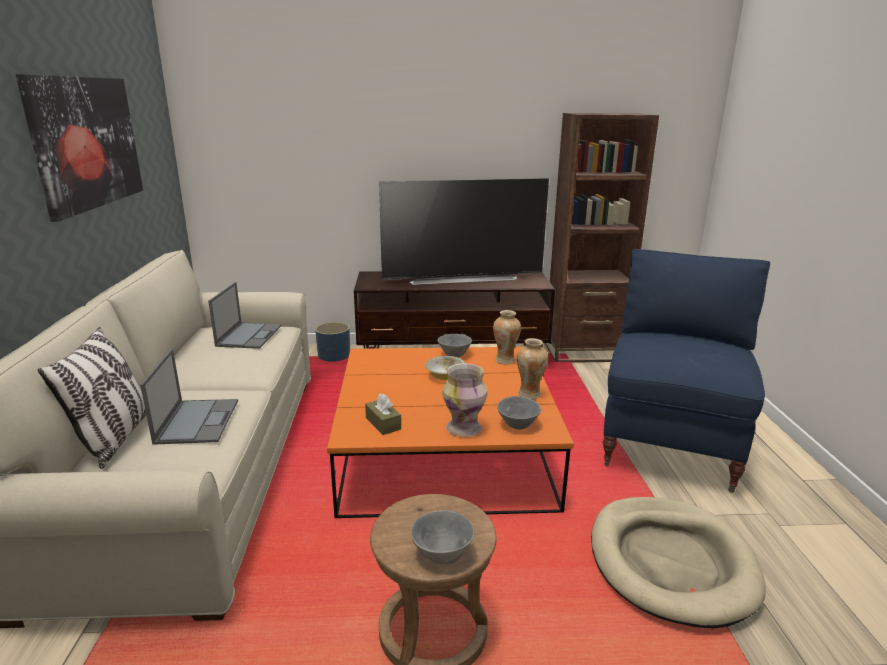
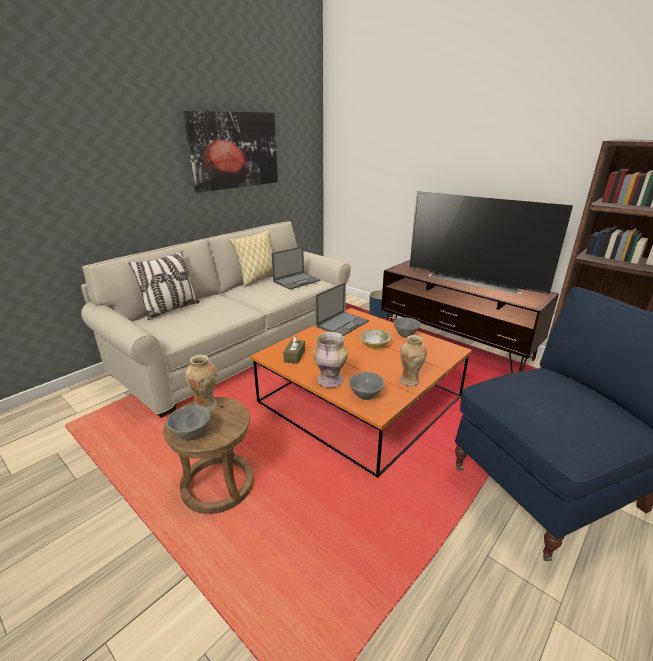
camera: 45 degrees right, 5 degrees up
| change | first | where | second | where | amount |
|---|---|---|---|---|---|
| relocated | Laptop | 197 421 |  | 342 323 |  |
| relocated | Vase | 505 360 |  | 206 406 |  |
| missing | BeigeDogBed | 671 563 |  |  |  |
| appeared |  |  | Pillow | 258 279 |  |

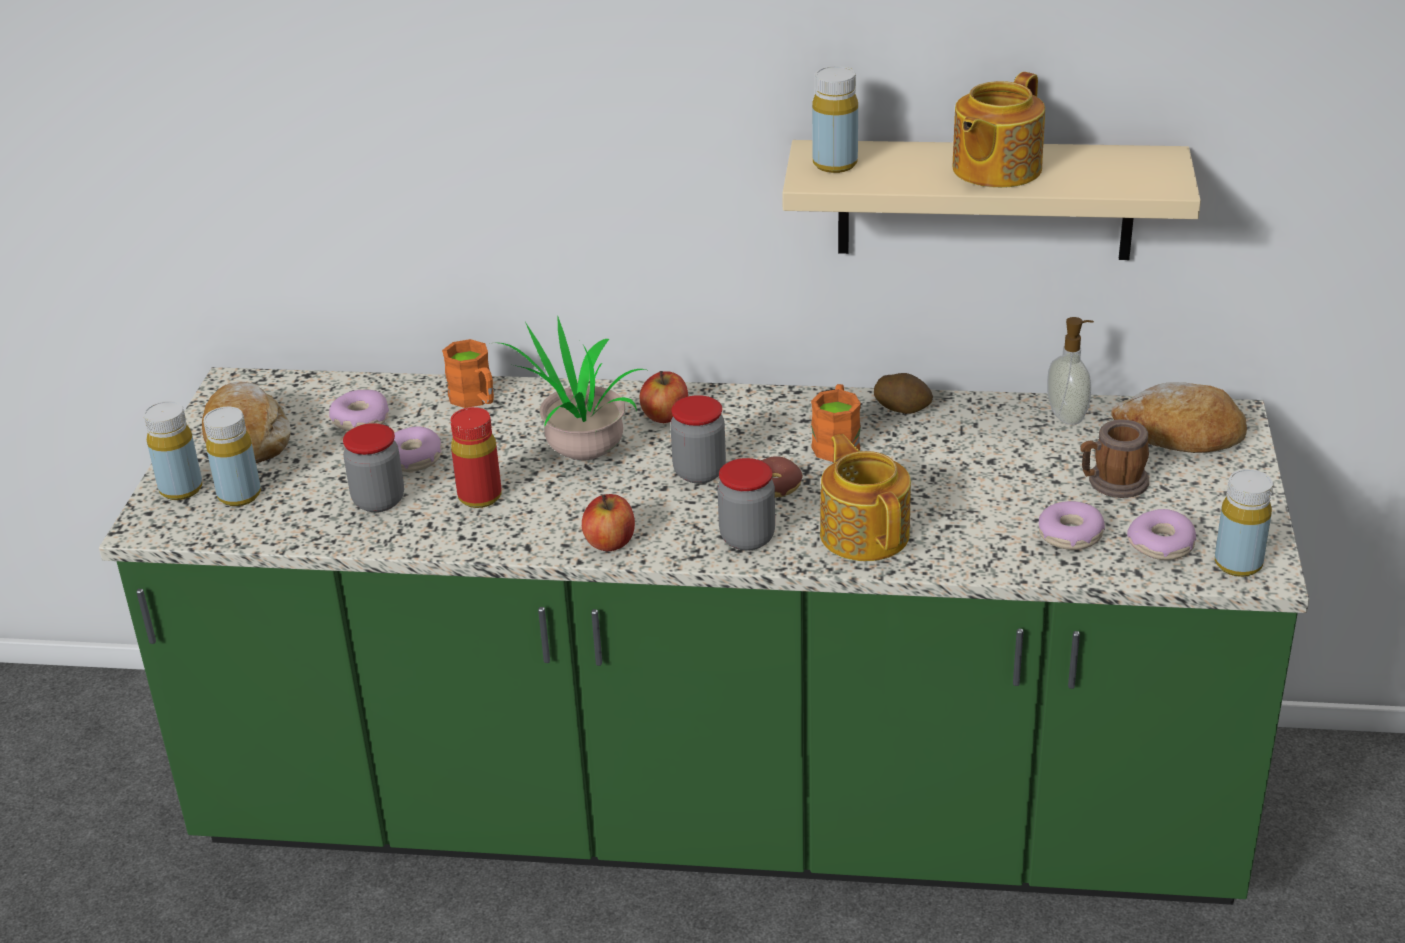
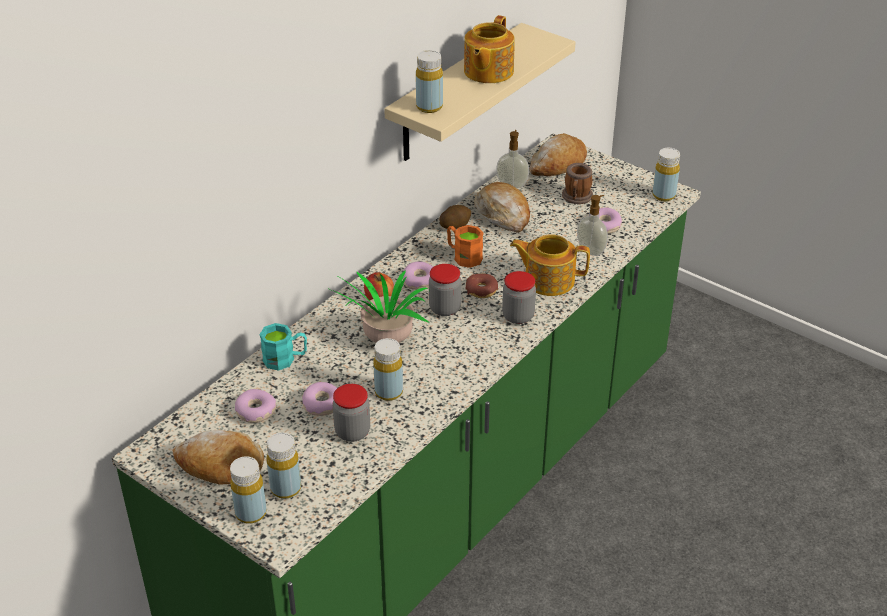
camera: 60 degrees left, 5 degrees up
| change | first | where | second | where | amount |
|---|---|---|---|---|---|
| colour | OrangeMug | 476 399 | TurquoiseMug | 285 359 |  |
| colour | RedBottle | 480 497 | YellowBottle | 389 392 |  |
| missing | Apple | 610 542 |  |  |  |
| spun | Teapot | 994 169 |  | 487 72 | 45 degrees clockwise |
| relocated | Donut | 1162 545 |  | 420 281 |  |
| appeared |  |  | Bread | 503 214 |  |
| appeared |  |  | SoapDispenser | 591 250 |  |

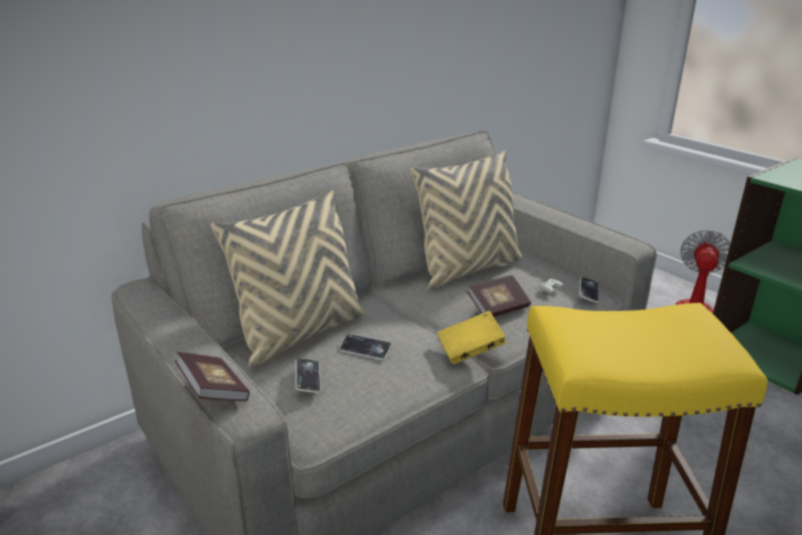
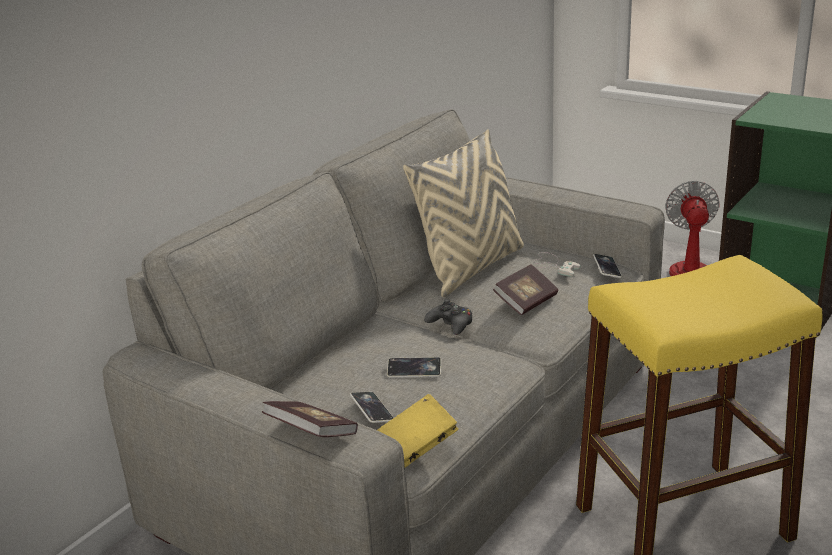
camera: 15 degrees left, 0 degrees up
| change | first | where | second | where | amount |
|---|---|---|---|---|---|
| missing | BeigePillow | 300 334 |  |  |  |
| relocated | YellowBook | 470 350 |  | 416 447 |  |
| appeared |  |  | BlackGameController | 451 324 |  |

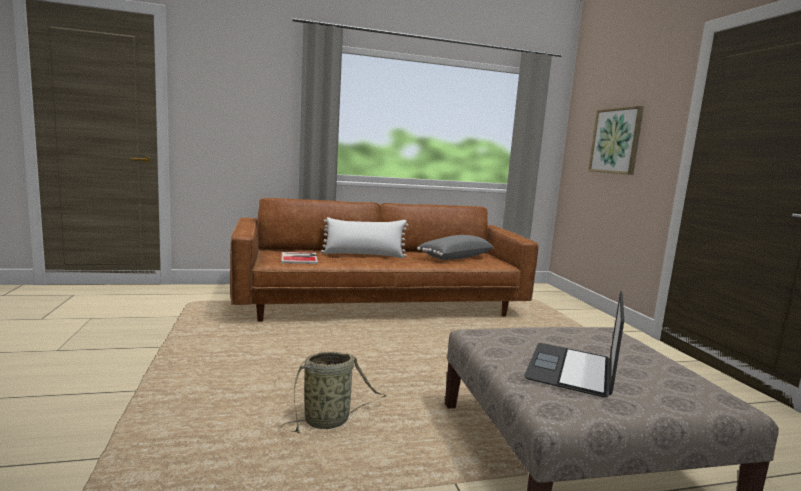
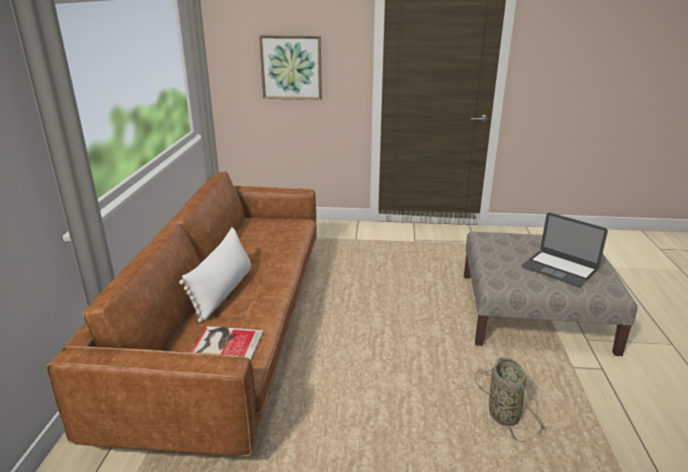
camera: 70 degrees left, 15 degrees up
| change | first | where | second | where | amount |
|---|---|---|---|---|---|
| missing | GreyPillow | 454 257 |  |  |  |

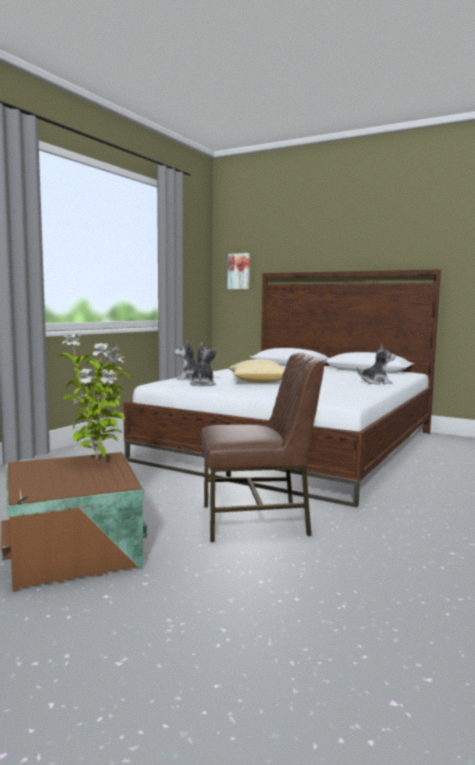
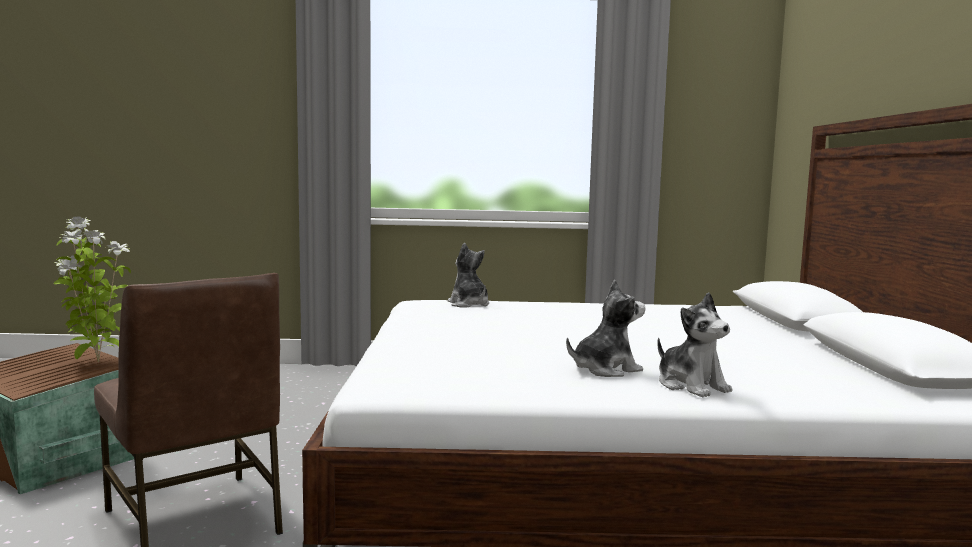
camera: 60 degrees right, 0 degrees up
| change | first | where | second | where | amount |
|---|---|---|---|---|---|
| relocated | PlushToy | 202 384 |  | 605 369 |  |
| missing | Picture | 239 271 |  |  |  |
| missing | Pillow | 257 382 |  |  |  |

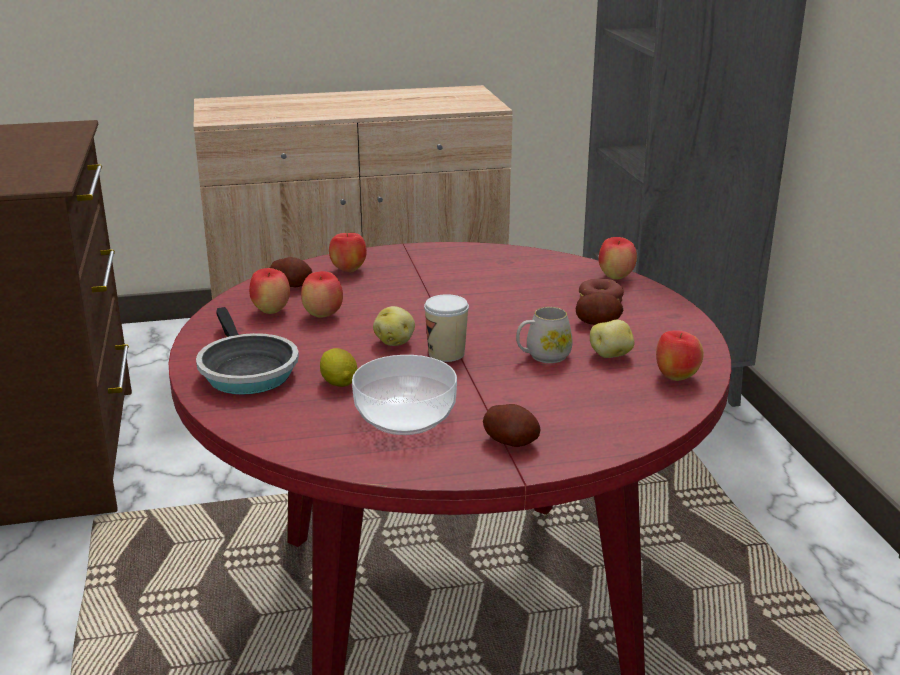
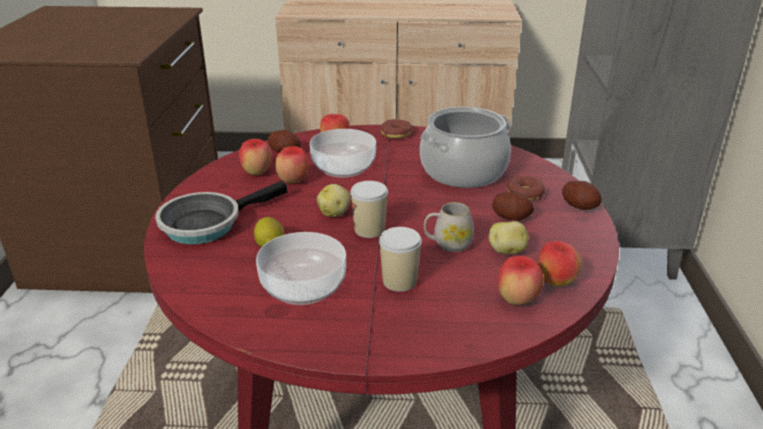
camera: 15 degrees right, 5 degrees up
| change | first | where | second | where | amount |
|---|---|---|---|---|---|
| spun | FryingPan | 245 371 |  | 207 224 | 60 degrees clockwise |
| relocated | Potato | 511 441 |  | 580 206 |  |
| relocated | Apple | 616 277 |  | 517 300 |  |
| appeared |  |  | Bowl | 342 167 |  |
| appeared |  |  | Cup | 399 281 |  |
| appeared |  |  | Donut | 396 134 |  |
| appeared |  |  | CookingPot | 463 172 |  |

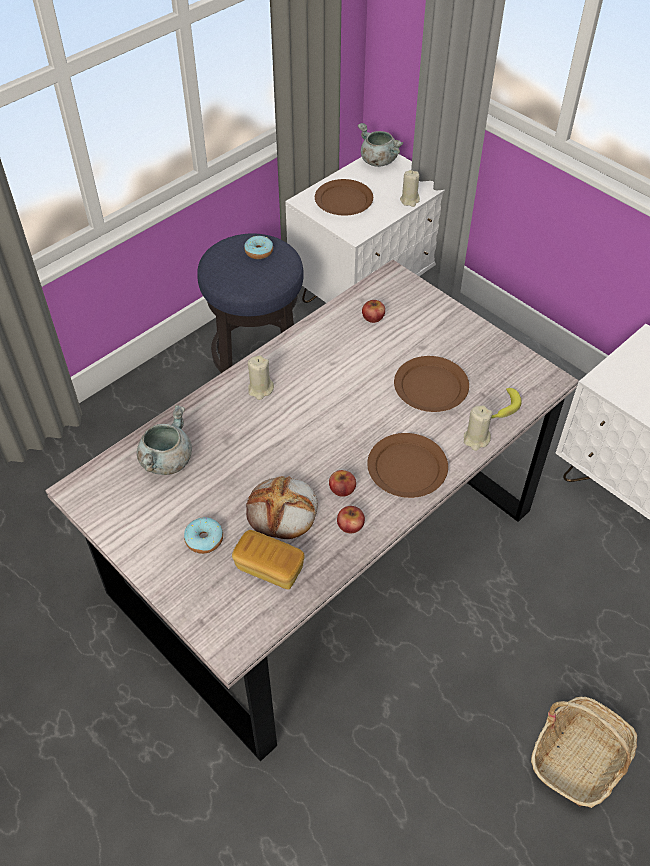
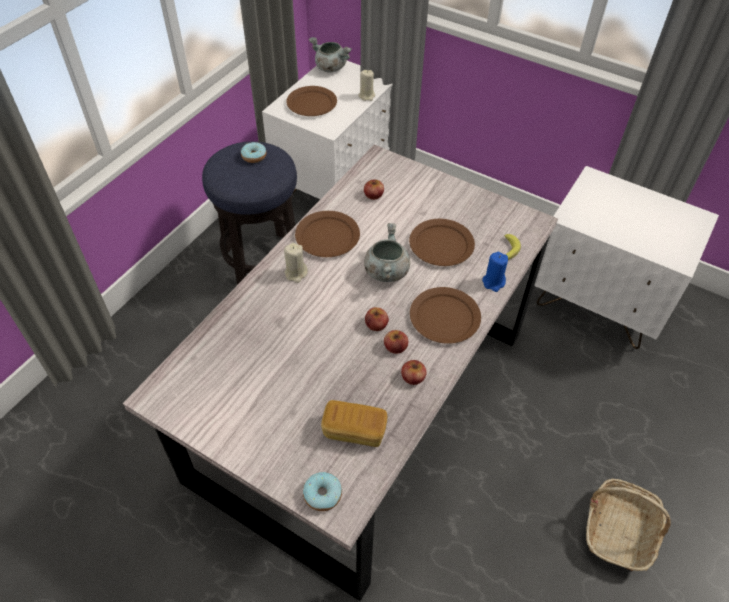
camera: 15 degrees left, 0 degrees up
| change | first | where | second | where | amount |
|---|---|---|---|---|---|
| relocated | GreyCookingPot | 166 460 |  | 386 271 |  |
| relocated | Donut | 204 539 |  | 322 494 |  |
| missing | Bread | 283 511 |  |  |  |
| colour | BeigeCandle | 476 439 | BlueCandle | 493 282 |  |
| appeared |  |  | BrownPlate | 327 236 |  |
| appeared |  |  | Apple | 376 324 |  |

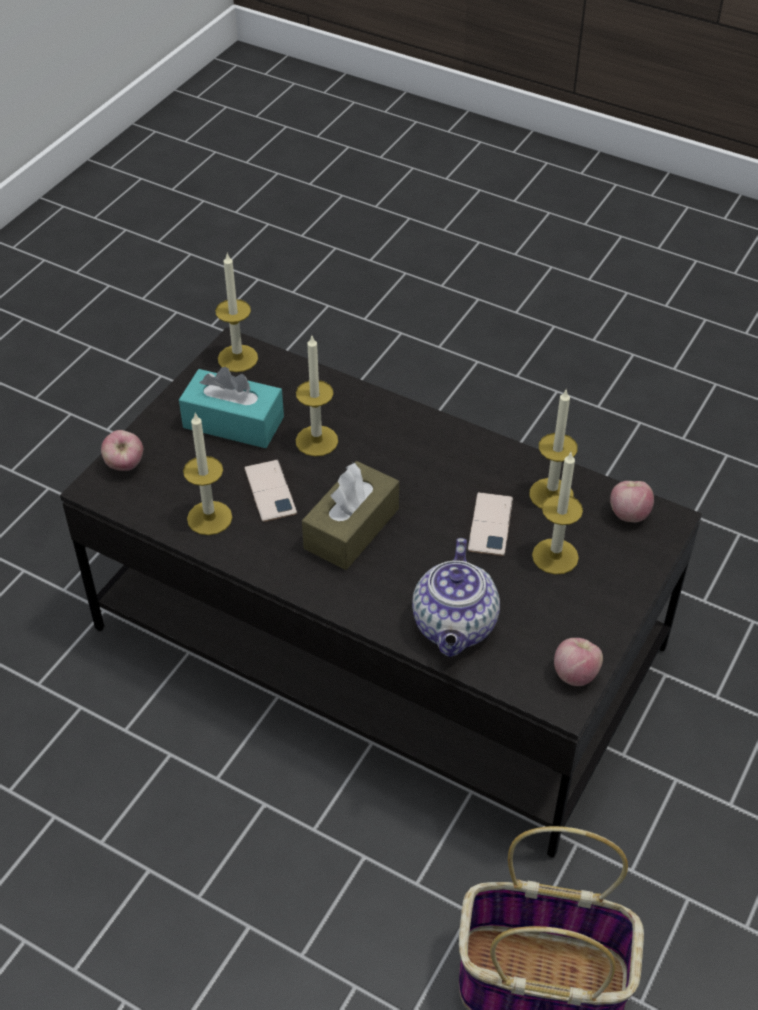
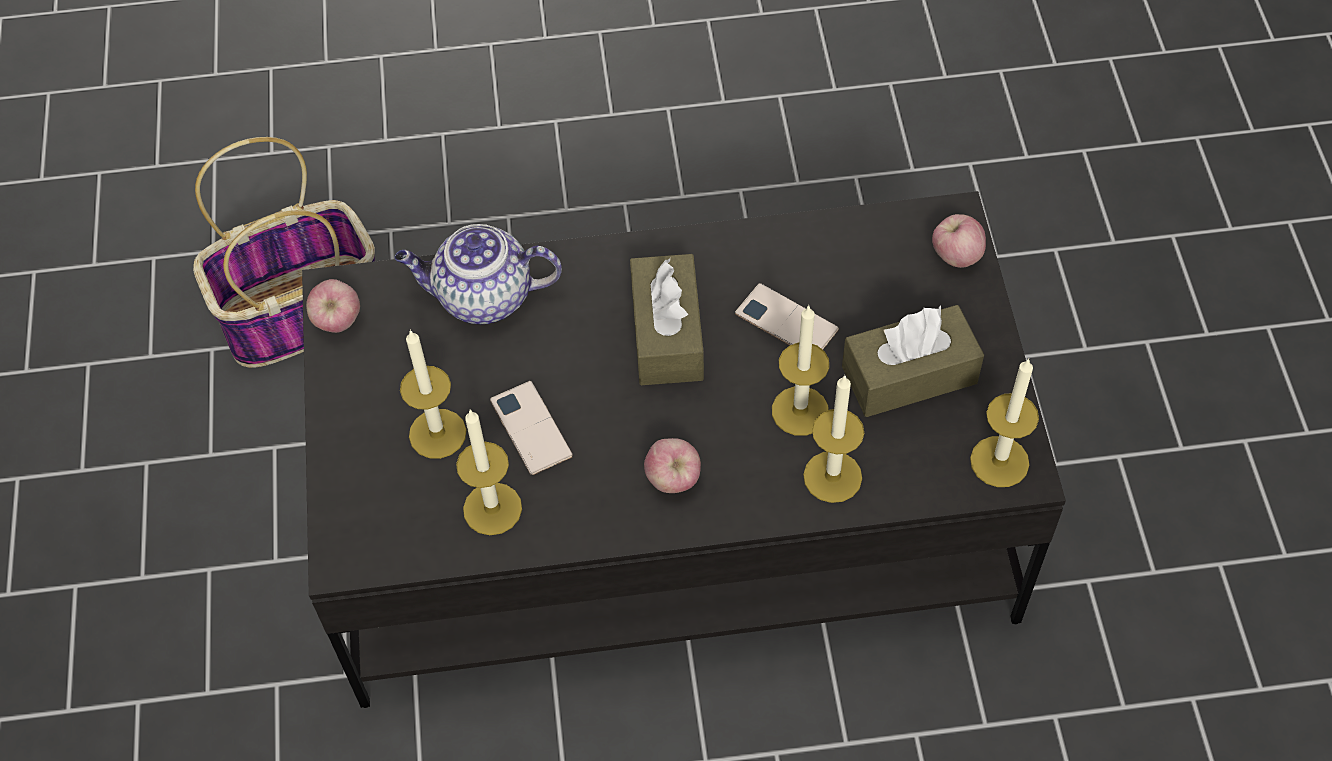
camera: 145 degrees right, 10 degrees up
| change | first | where | second | where | amount |
|---|---|---|---|---|---|
| colour | TurquoiseTissueBox | 233 422 | BrownTissueBox | 909 375 |  |
| relocated | Candle | 209 518 |  | 832 476 |  |
| spun | Teapot | 455 627 |  | 482 297 | 60 degrees counterclockwise |
| relocated | Apple | 629 514 |  | 673 479 |  |

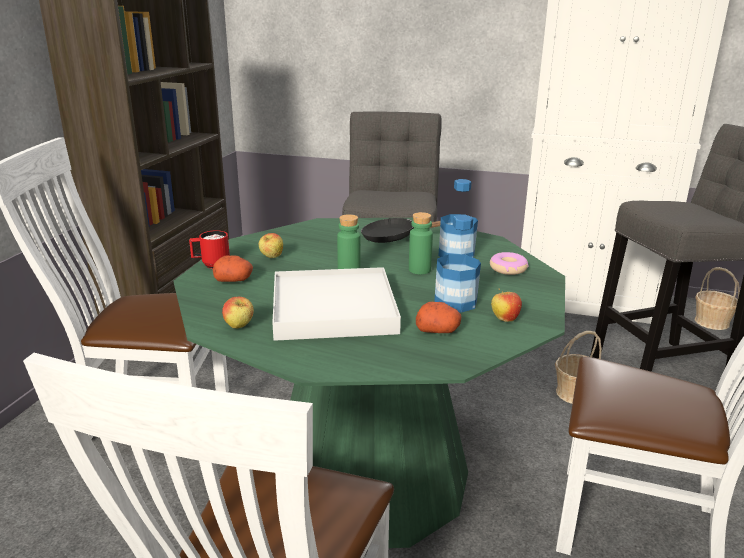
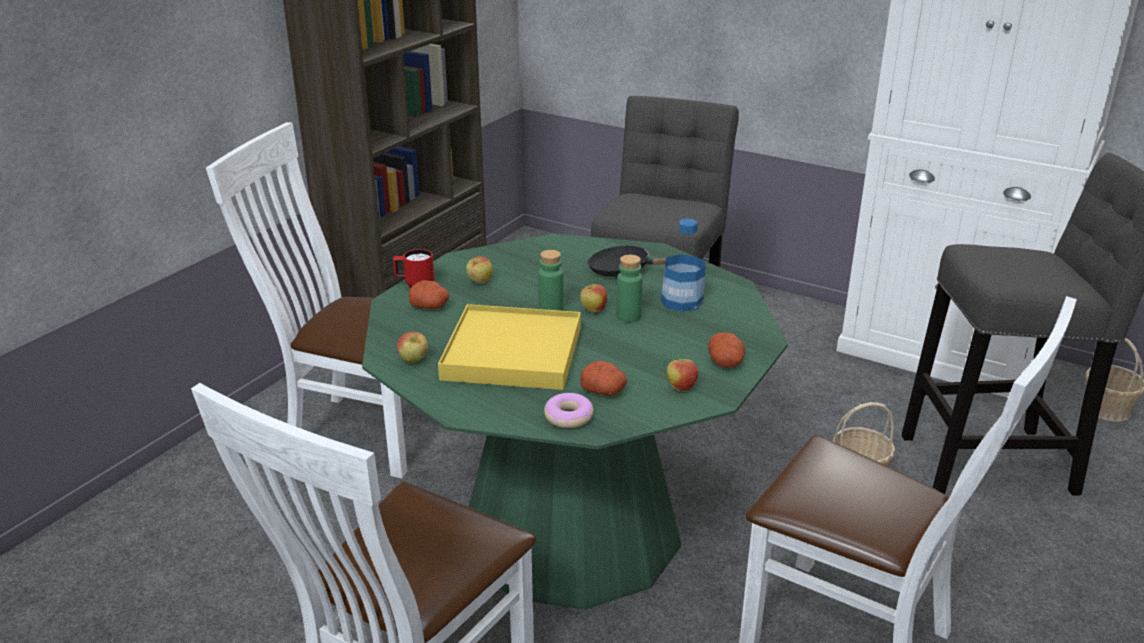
camera: 15 degrees right, 5 degrees up
| change | first | where | second | where | amount |
|---|---|---|---|---|---|
| colour | WhiteTray | 333 309 | YellowTray | 513 353 |  |
| missing | Bottle | 455 302 |  |  |  |
| relocated | Donut | 508 269 |  | 568 417 |  |
| appeared |  |  | Apple | 593 310 |  |
| appeared |  |  | Potato | 726 363 |  |

